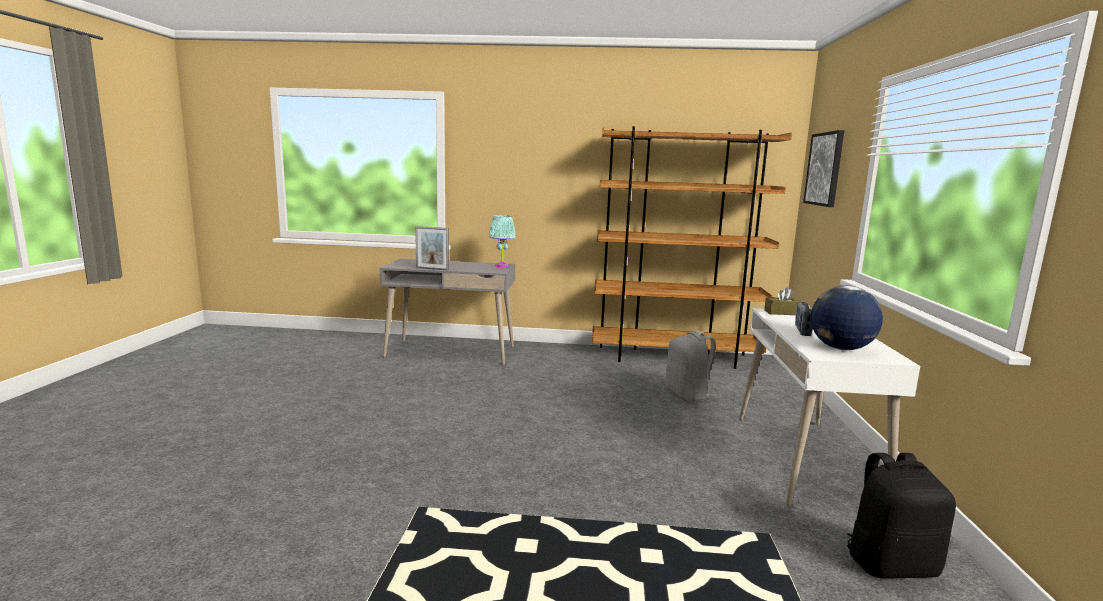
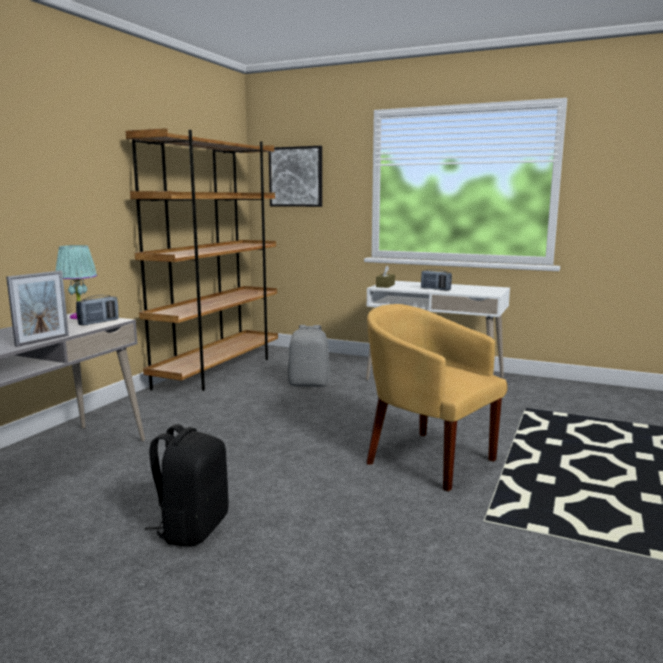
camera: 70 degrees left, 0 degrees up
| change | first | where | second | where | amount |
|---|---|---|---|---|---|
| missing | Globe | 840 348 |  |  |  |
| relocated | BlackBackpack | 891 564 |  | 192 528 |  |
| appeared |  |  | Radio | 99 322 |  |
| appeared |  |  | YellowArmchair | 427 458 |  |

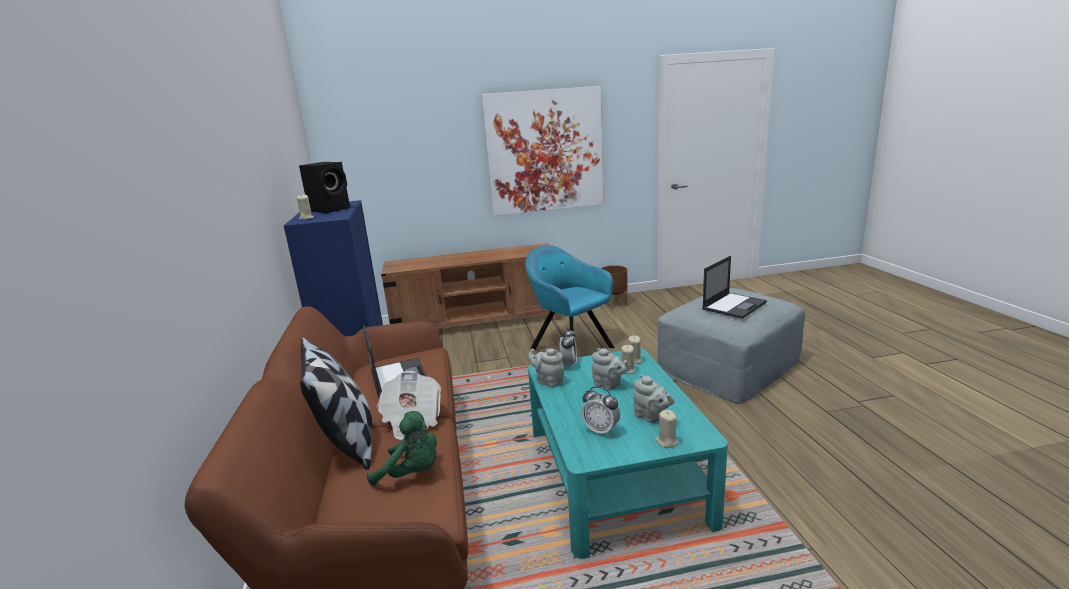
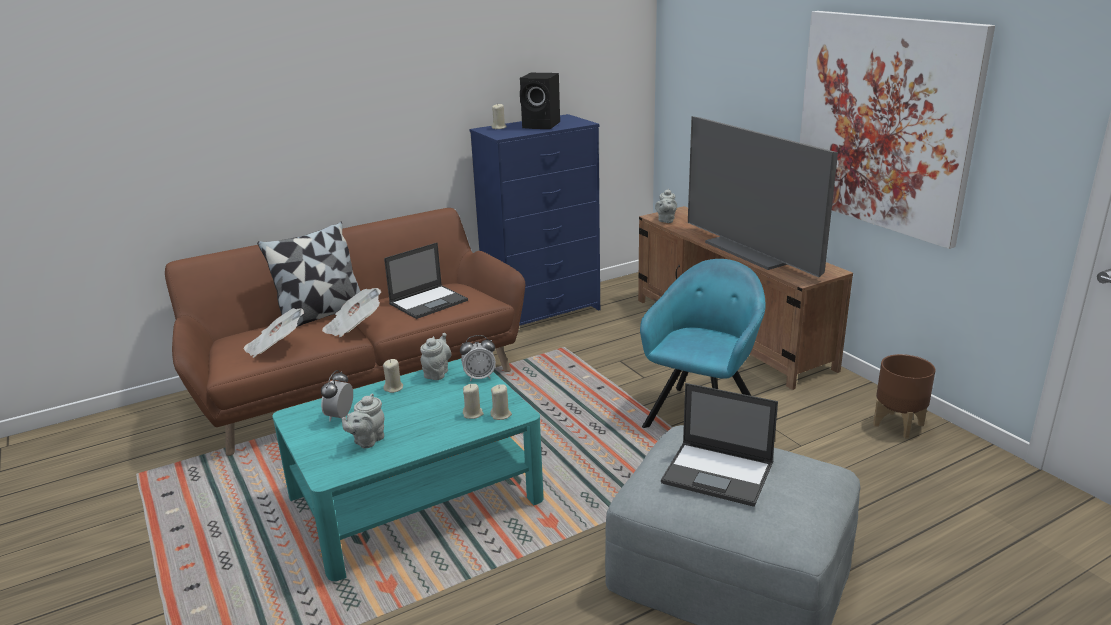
camera: 70 degrees right, 5 degrees up
| change | first | where | second | where | amount |
|---|---|---|---|---|---|
| exchanged | GreenPlushToy | 412 473 | Newspaper | 275 347 |  |
| relocated | GreyTeapot | 609 385 |  | 666 220 |  |
| relocated | BeigeCandle | 666 442 |  | 394 388 |  |
| appeared |  |  | Television | 753 251 |  |

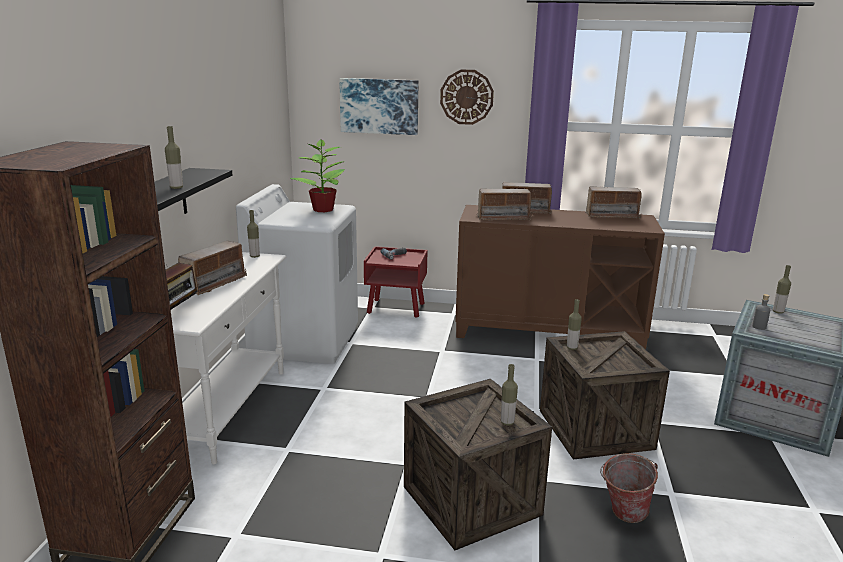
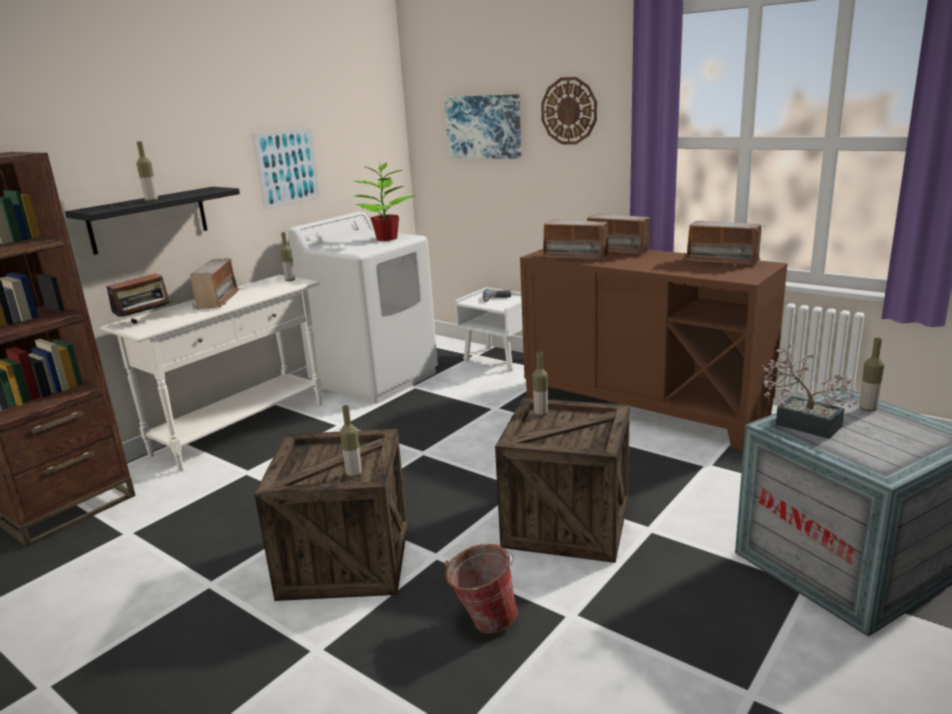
camera: 30 degrees right, 0 degrees up
| change | first | where | second | where | amount |
|---|---|---|---|---|---|
| spun | Radio | 214 283 |  | 218 300 | 60 degrees counterclockwise |
| colour | RedNightstand | 396 308 | WhiteNightstand | 499 359 |  |
| exchanged | GreyBottle | 759 327 | PottedPlant | 801 423 |  |
| appeared |  |  | Picture | 287 167 |  |

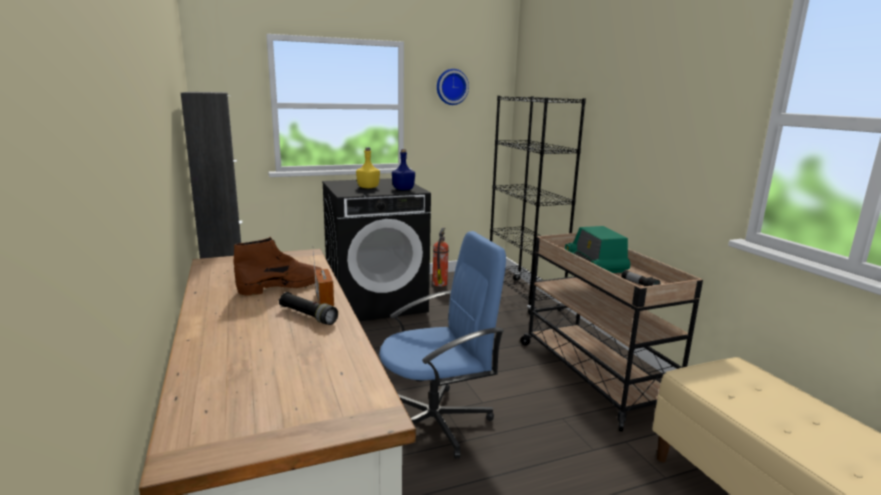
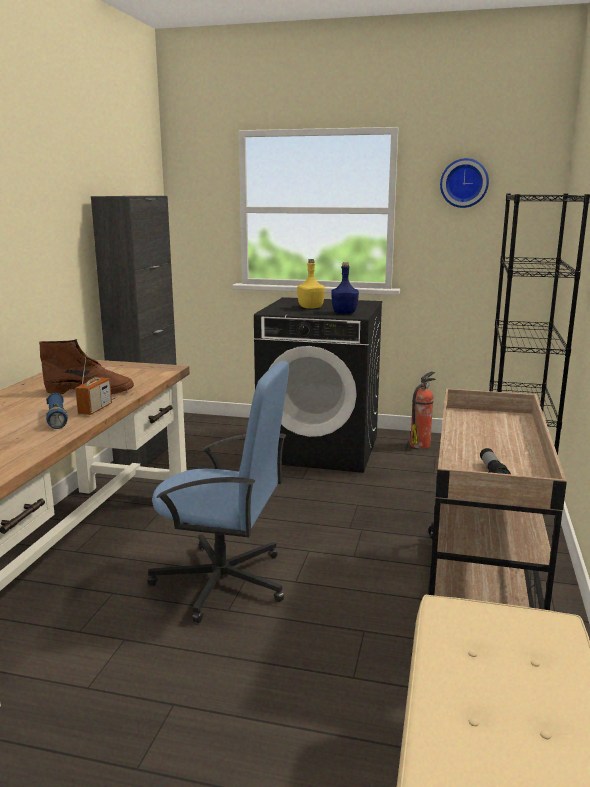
camera: 35 degrees right, 0 degrees up
| change | first | where | second | where | amount |
|---|---|---|---|---|---|
| colour | BlackFlashlight | 308 316 | BlueFlashlight | 57 418 |  |
| missing | Radio | 595 263 |  |  |  |

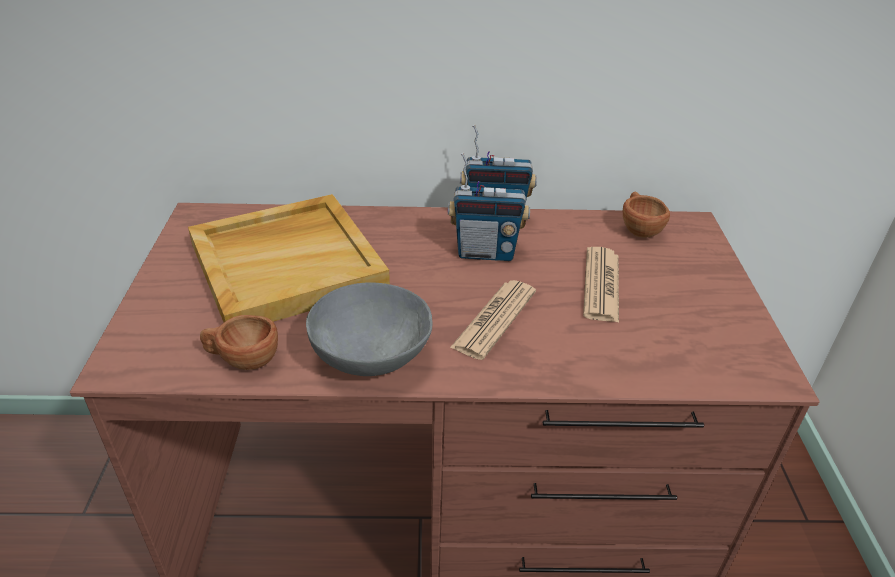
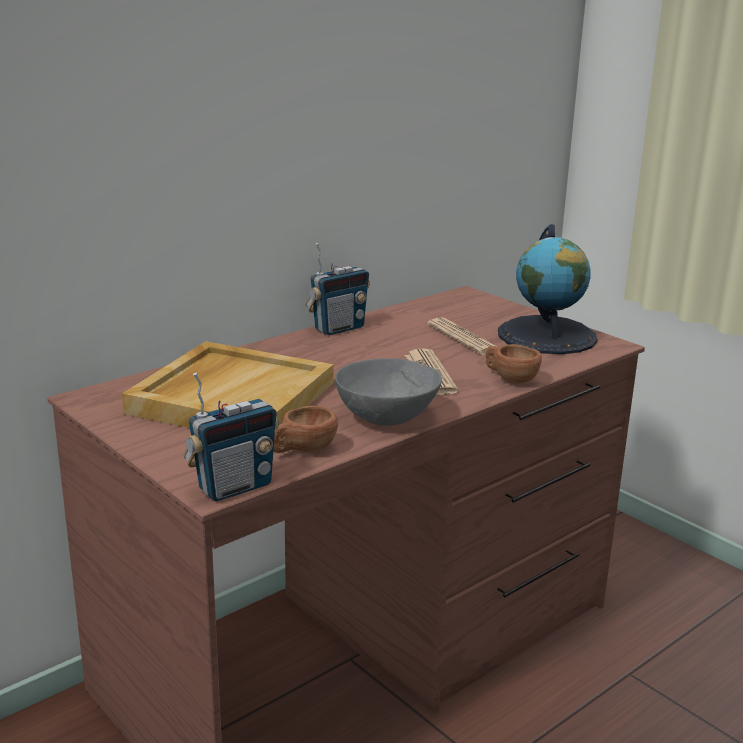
camera: 40 degrees left, 15 degrees down
| change | first | where | second | where | amount |
|---|---|---|---|---|---|
| relocated | Radio | 485 252 |  | 234 487 |  |
| relocated | BrownCup | 638 228 |  | 510 379 |  |
| appeared |  |  | Globe | 547 335 |  |

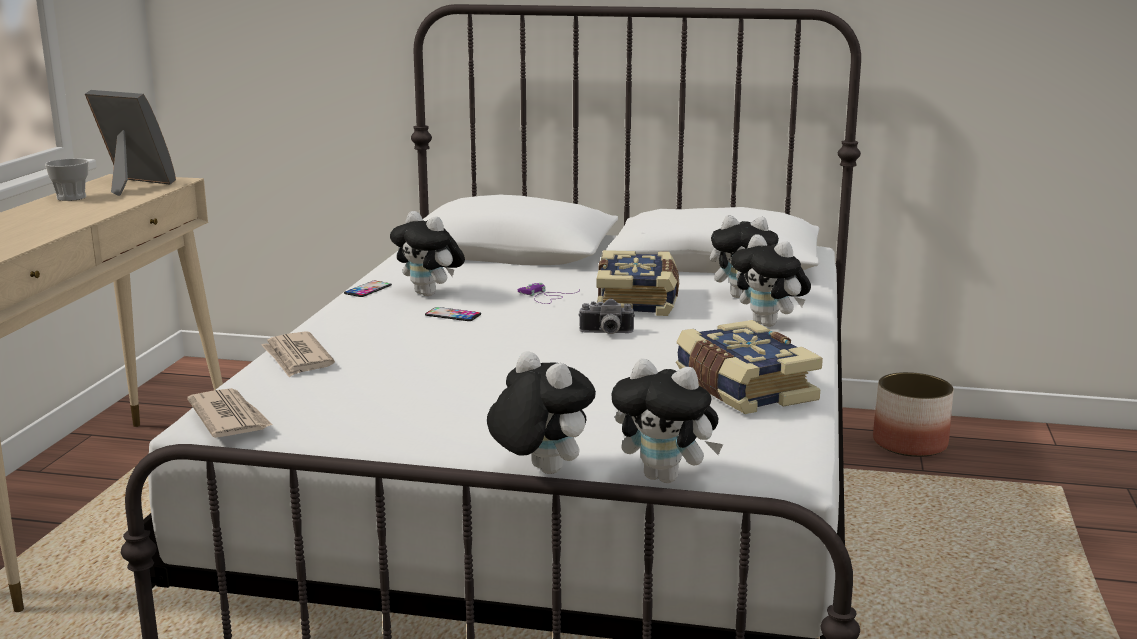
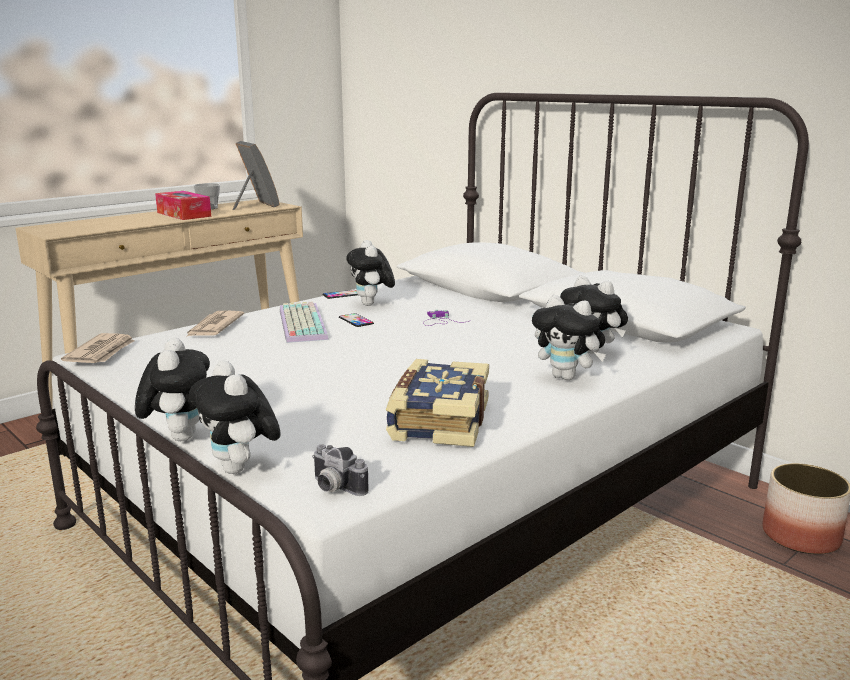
camera: 35 degrees right, 0 degrees up
| change | first | where | second | where | amount |
|---|---|---|---|---|---|
| relocated | PhotoCamera | 606 333 |  | 334 488 |  |
| missing | Book | 638 301 |  |  |  |
| spun | PlushToy | 769 324 |  | 567 377 | 45 degrees counterclockwise |
| appeared |  |  | TissueBox | 184 214 |  |
| appeared |  |  | Keyboard | 300 323 |  |

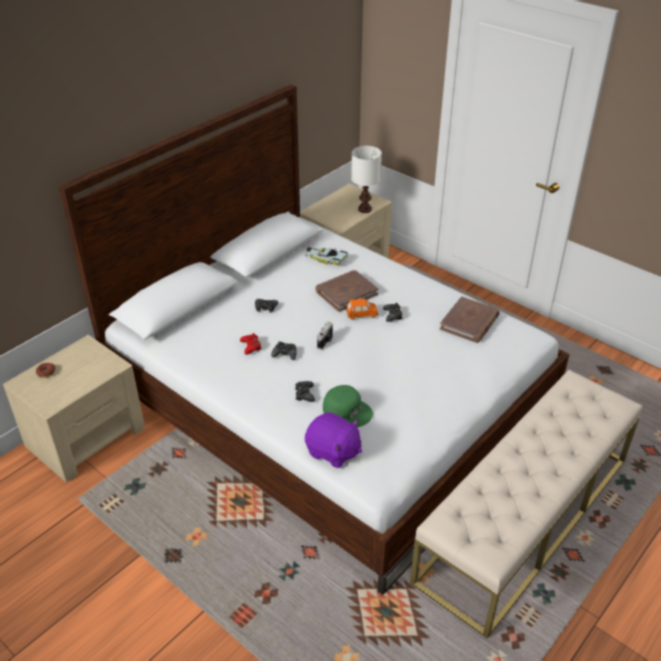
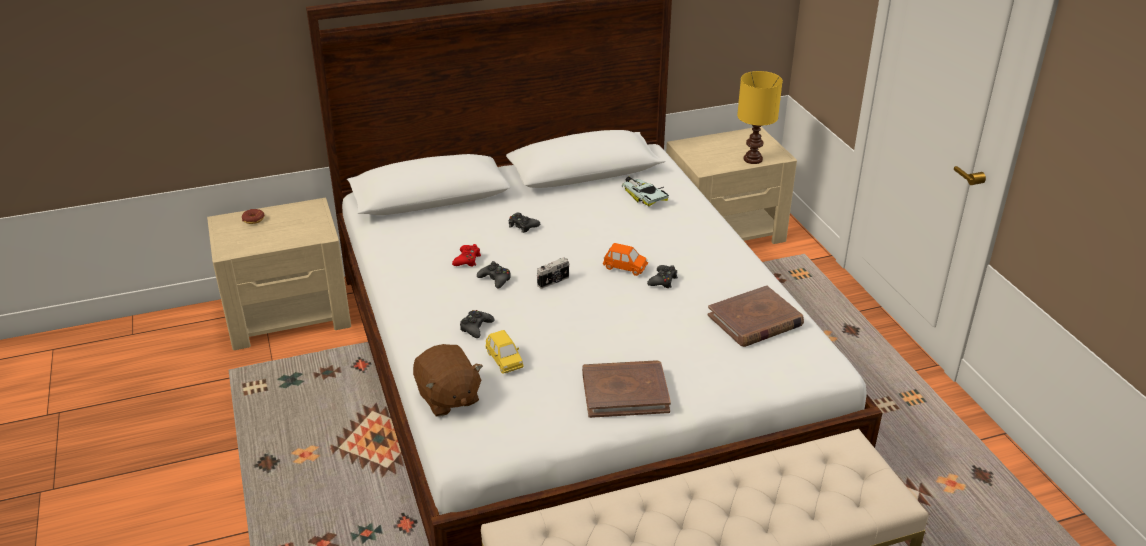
camera: 30 degrees right, 5 degrees down
| change | first | where | second | where | amount |
|---|---|---|---|---|---|
| colour | PurplePlushToy | 333 452 | BrownPlushToy | 447 398 |  |
| relocated | BrownBook | 346 293 |  | 625 392 |  |
| exchanged | GreenCap | 347 410 | YellowToyCar | 504 360 |  |
| colour | WhiteTableLamp | 365 209 | YellowTableLamp | 753 159 |  |

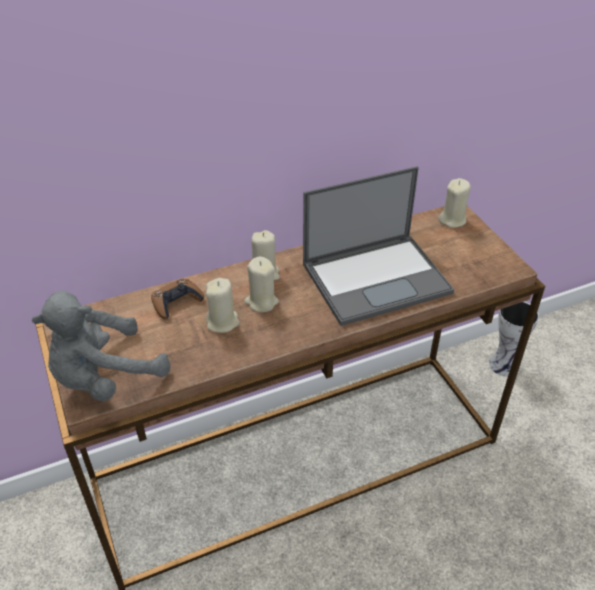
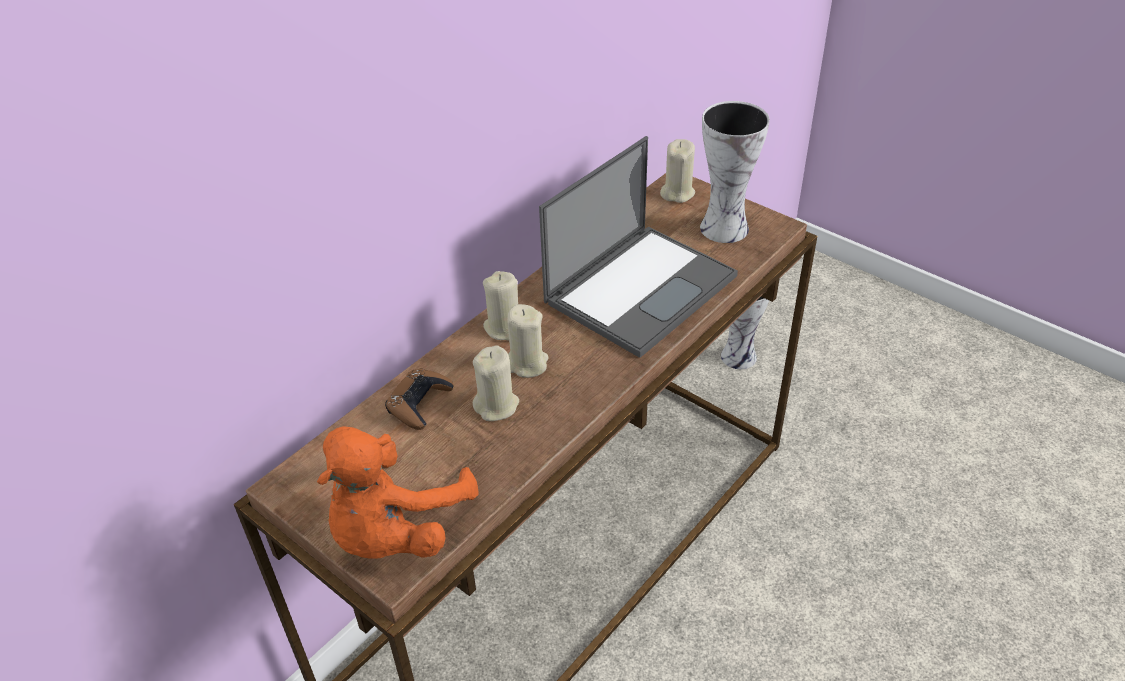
camera: 25 degrees left, 0 degrees up
| change | first | where | second | where | amount |
|---|---|---|---|---|---|
| colour | GreyPlushToy | 105 377 | OrangePlushToy | 396 530 |  |
| appeared |  |  | Vase | 722 226 |  |

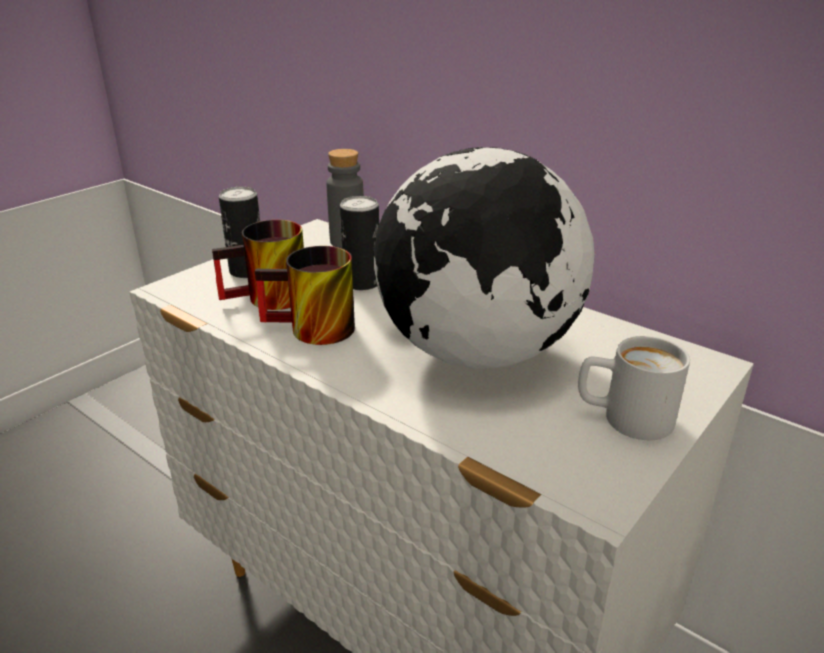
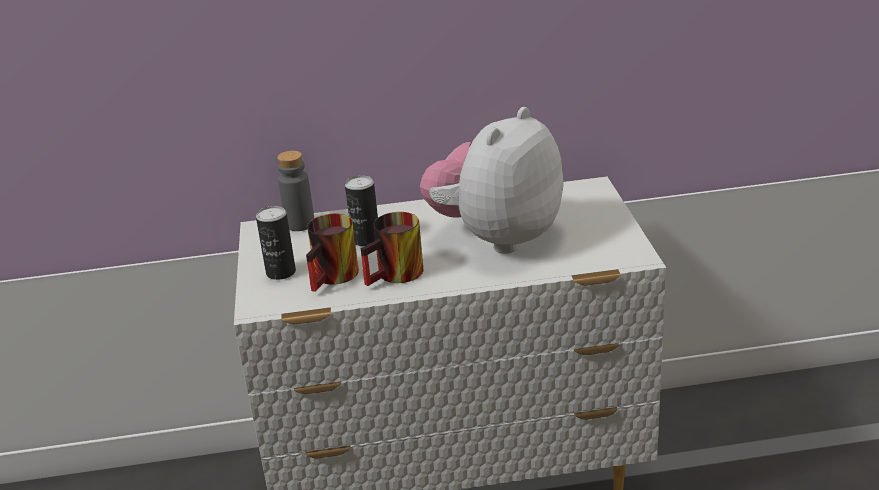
camera: 45 degrees left, 0 degrees up
| change | first | where | second | where | amount |
|---|---|---|---|---|---|
| exchanged | Globe | 477 354 | PlushToy | 497 237 |  |
| missing | WhiteMug | 623 418 |  |  |  |

